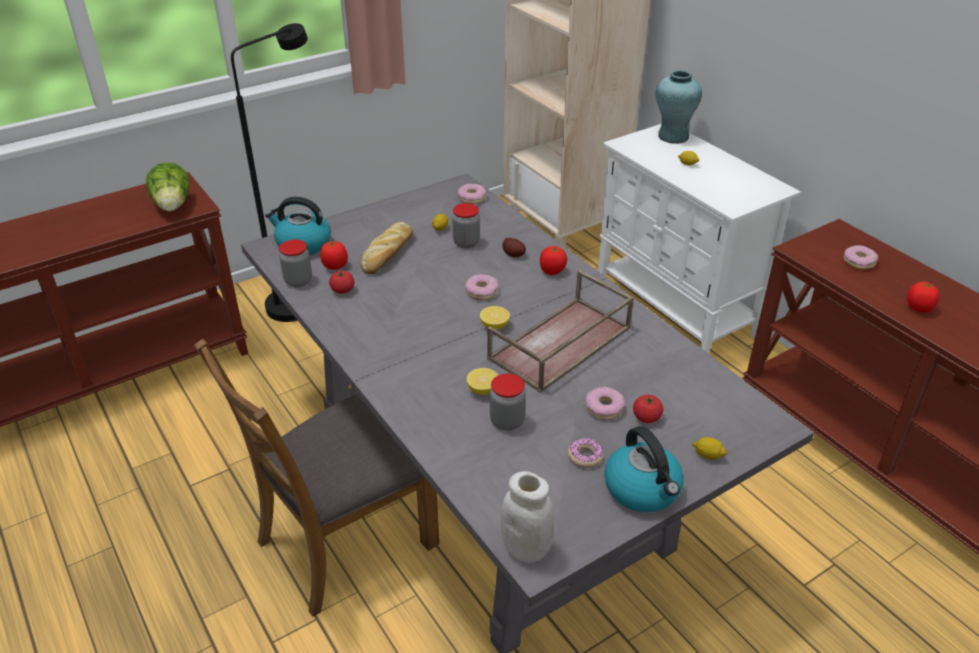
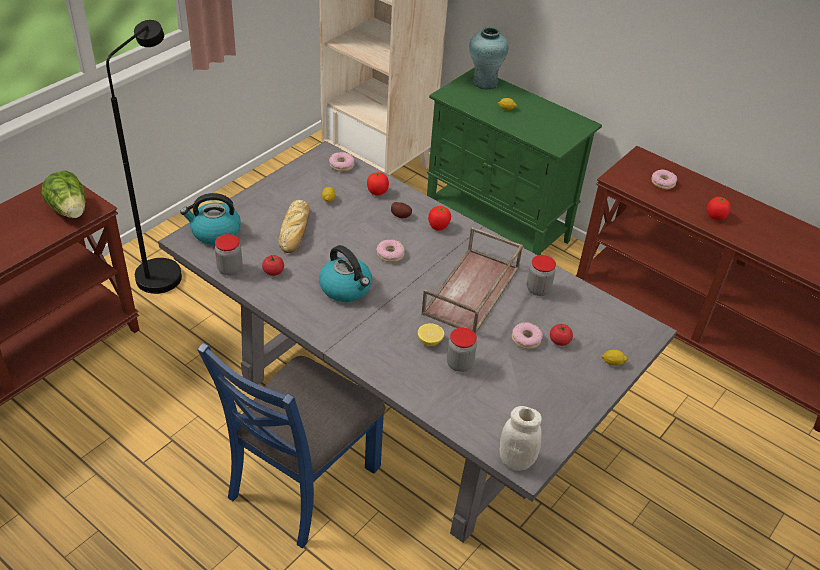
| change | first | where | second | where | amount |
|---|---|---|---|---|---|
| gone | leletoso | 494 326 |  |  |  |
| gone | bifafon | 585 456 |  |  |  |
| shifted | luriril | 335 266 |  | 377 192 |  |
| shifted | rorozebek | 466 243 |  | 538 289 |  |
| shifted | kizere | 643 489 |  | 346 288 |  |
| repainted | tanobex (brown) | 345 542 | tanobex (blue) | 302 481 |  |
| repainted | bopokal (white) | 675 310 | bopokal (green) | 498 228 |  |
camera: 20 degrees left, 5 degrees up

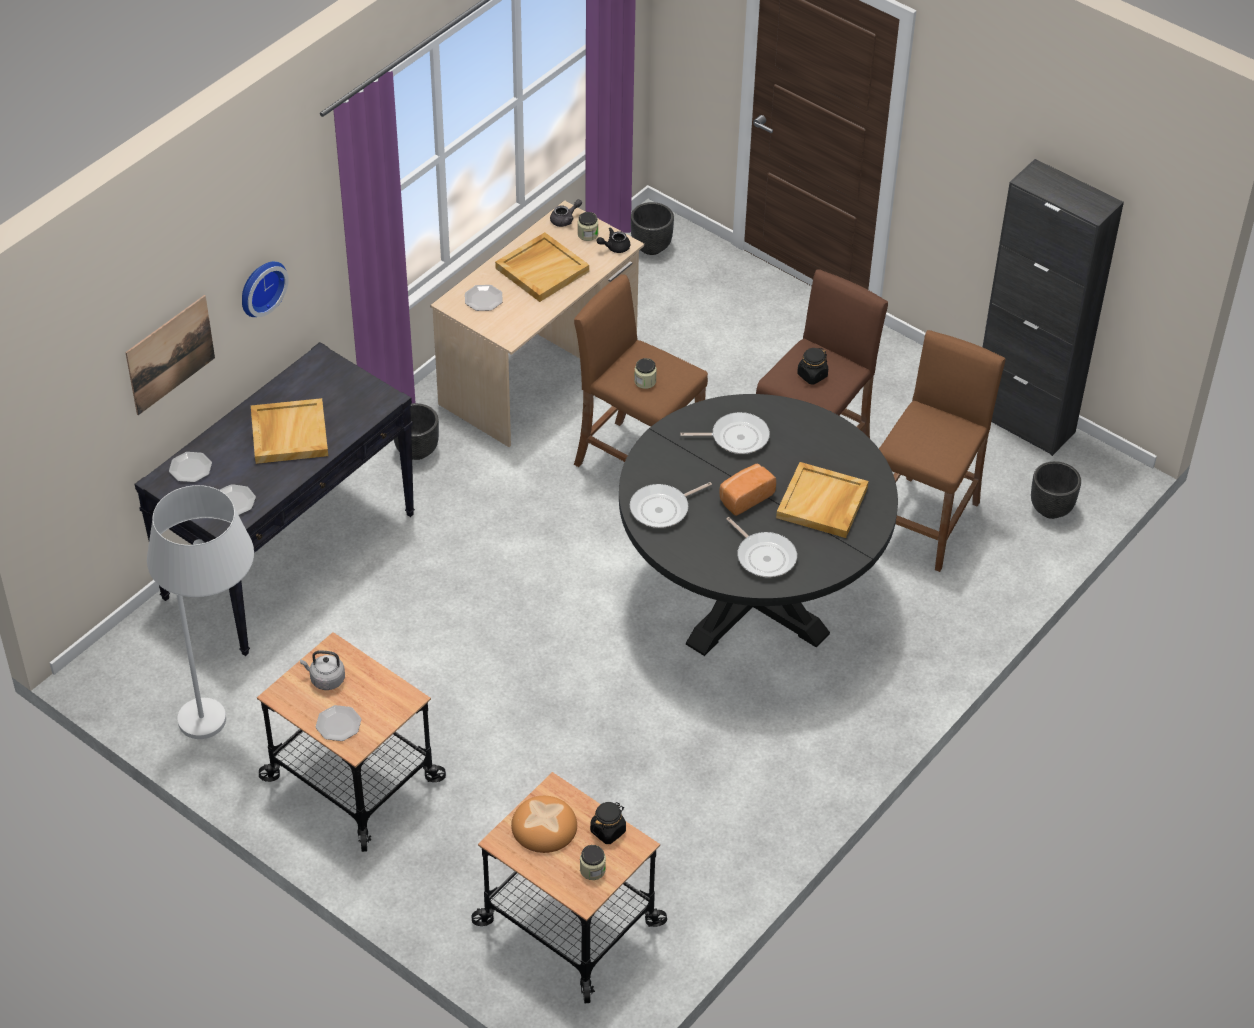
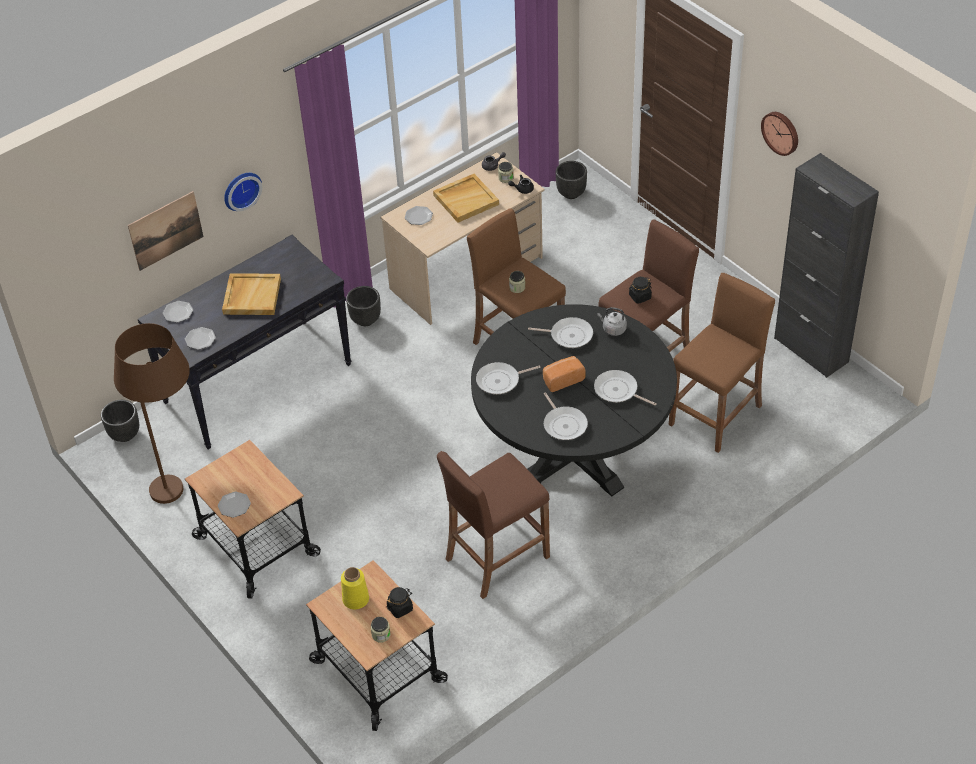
| change | first | where | second | where | amount |
|---|---|---|---|---|---|
| new |  |  | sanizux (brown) | 496 558 |  |
| new |  |  | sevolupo | 781 132 |  |
| shifted | kizere (grey) | 325 679 |  | 613 329 |  |
| shifted | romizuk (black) | 1051 509 |  | 125 435 |  |
| swapped | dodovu | 545 827 | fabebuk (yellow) | 356 599 |  |
| swapped | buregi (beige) | 822 503 | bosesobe | 618 391 |  |
| repainted | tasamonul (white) | 228 722 | tasamonul (brown) | 183 494 |  |
camera: 15 degrees right, 0 degrees up

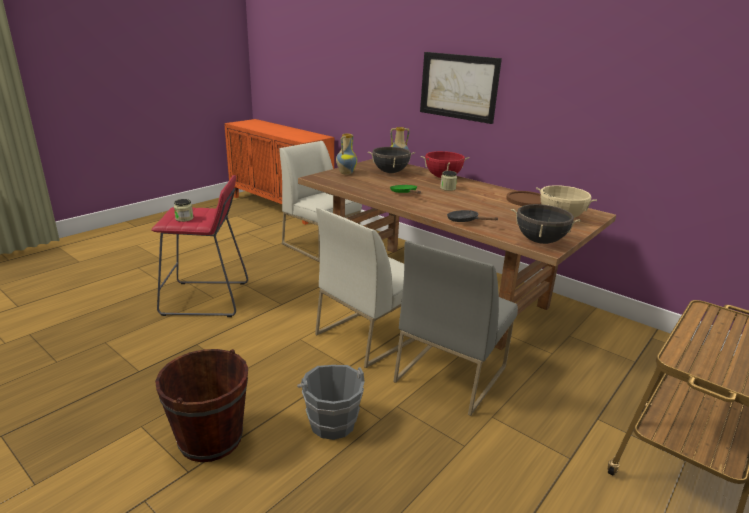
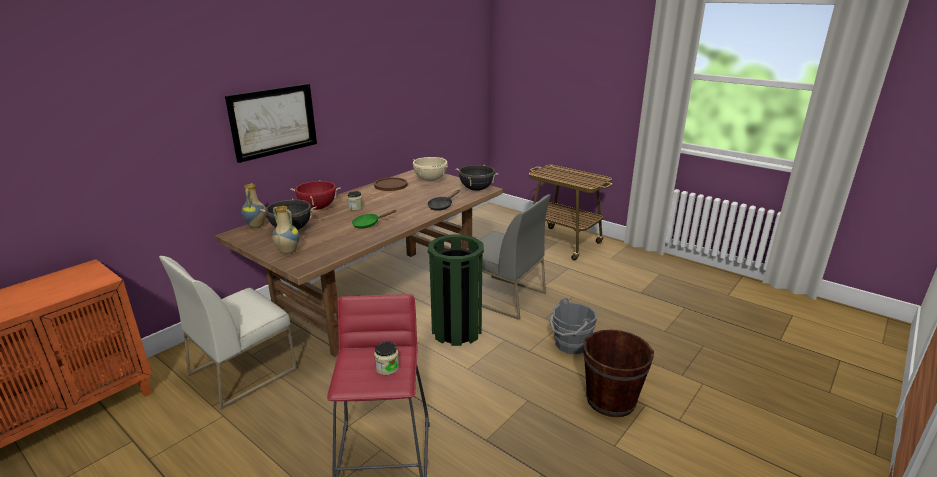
| change | first | where | second | where | amount |
|---|---|---|---|---|---|
| swapped | tanobex (white) | 369 334 | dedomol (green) | 456 331 |  |
camera: 90 degrees left, 0 degrees up

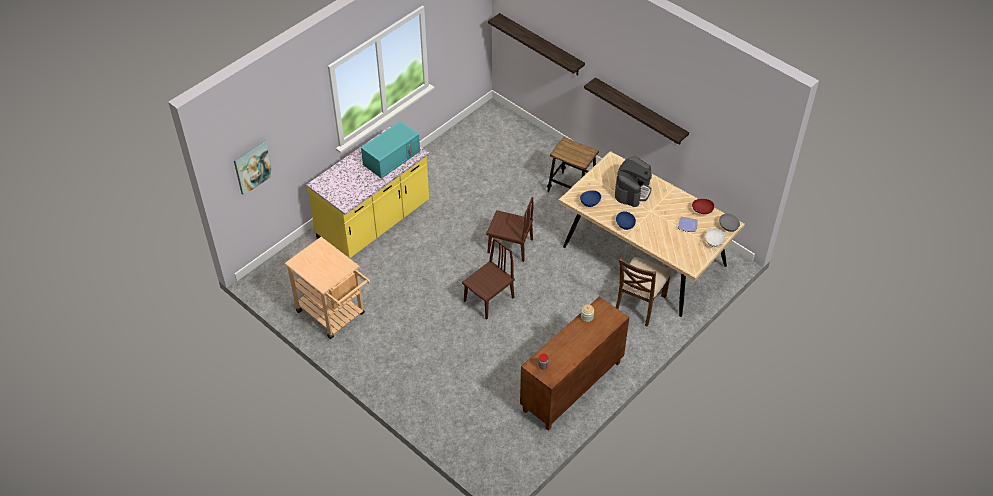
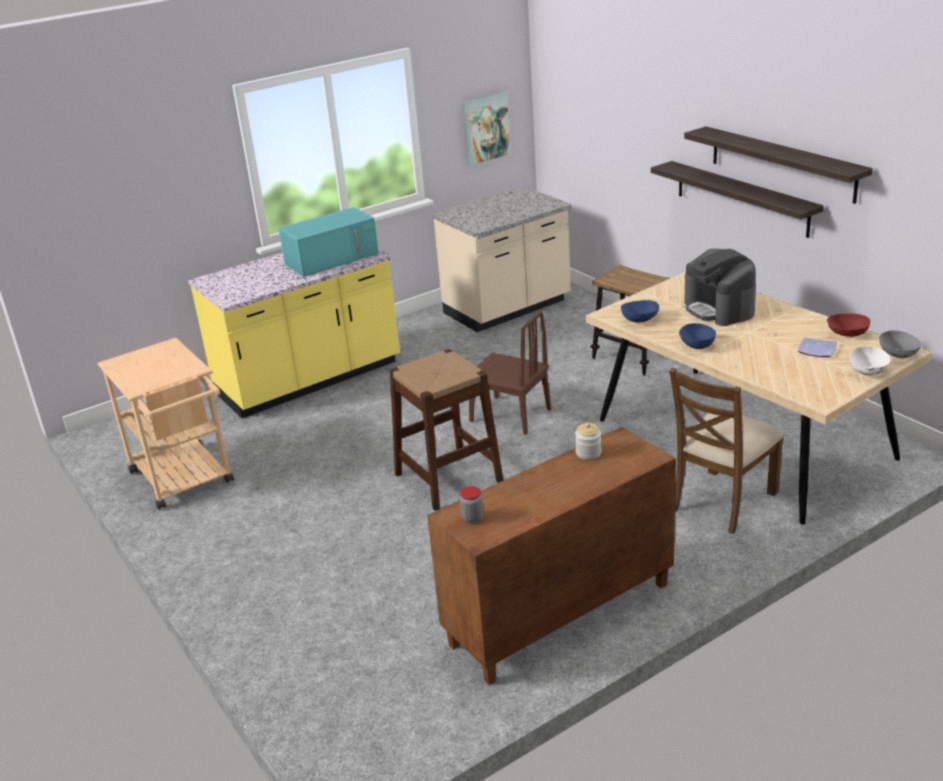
| change | first | where | second | where | amount |
|---|---|---|---|---|---|
| new |  |  | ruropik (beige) | 508 308 |  |
| shifted | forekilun | 252 167 |  | 485 128 |  |
| shifted | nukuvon | 541 45 |  | 782 164 |  |
| swapped | tanobex (brown) | 489 299 | sanizux (brown) | 448 477 |  |
| rotated | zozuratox | 632 190 |  | 719 309 | 120 degrees clockwise |
camera: 15 degrees right, 20 degrees down

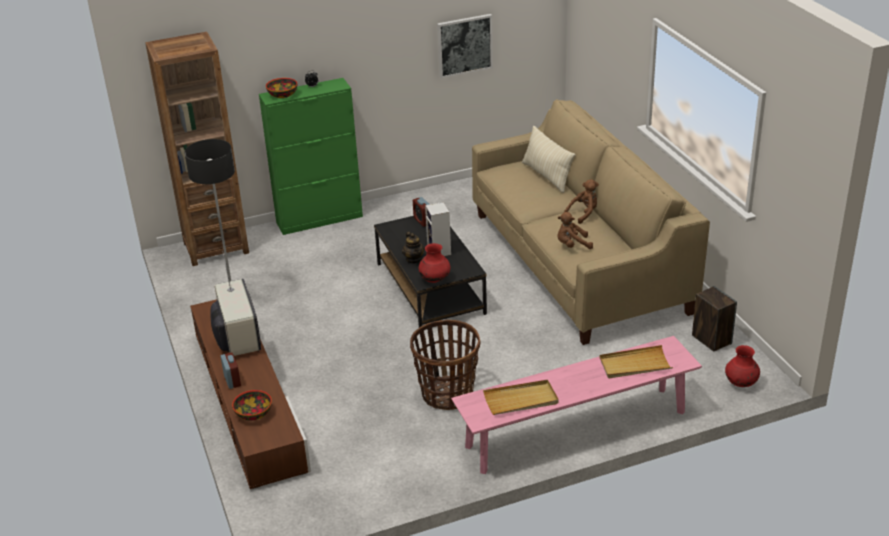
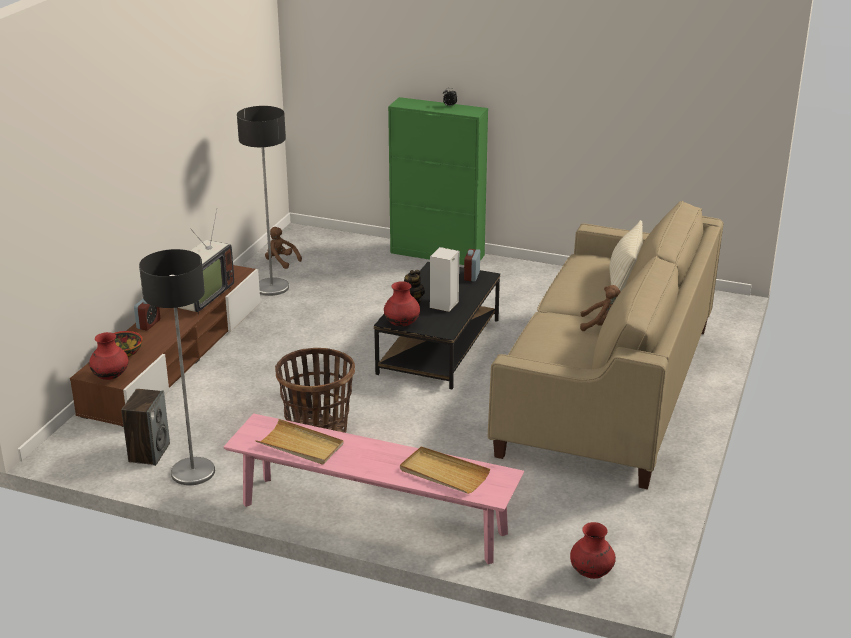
| change | first | where | second | where | amount |
|---|---|---|---|---|---|
| gone | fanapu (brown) | 216 247 |  |  |  |
| gone | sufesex | 283 95 |  |  |  |
| gone | forekilun | 464 45 |  |  |  |
| new |  |  | fabebuk (red) | 111 376 |  |
| new |  |  | tasamonul | 192 472 |  |
| shifted | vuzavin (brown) | 572 245 |  | 281 262 |  |
| shifted | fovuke | 711 339 |  | 149 452 |  |
camera: 40 degrees right, 5 degrees down

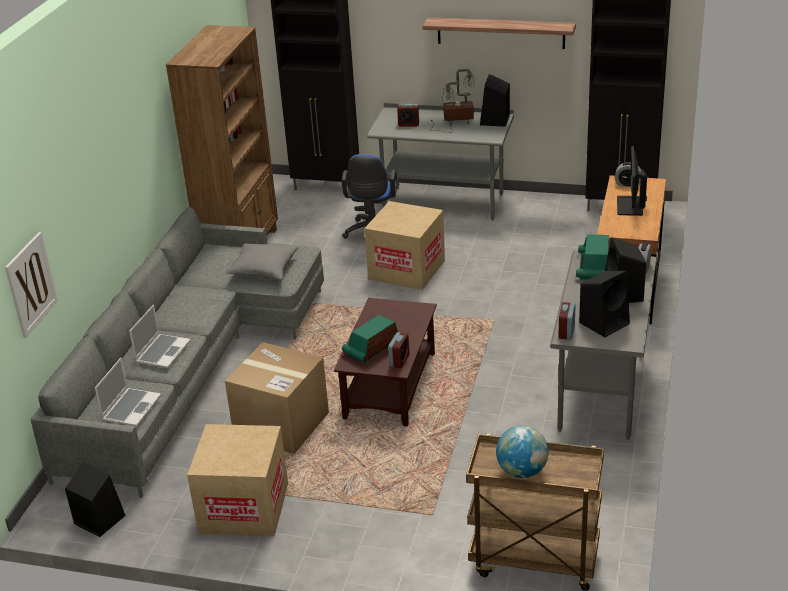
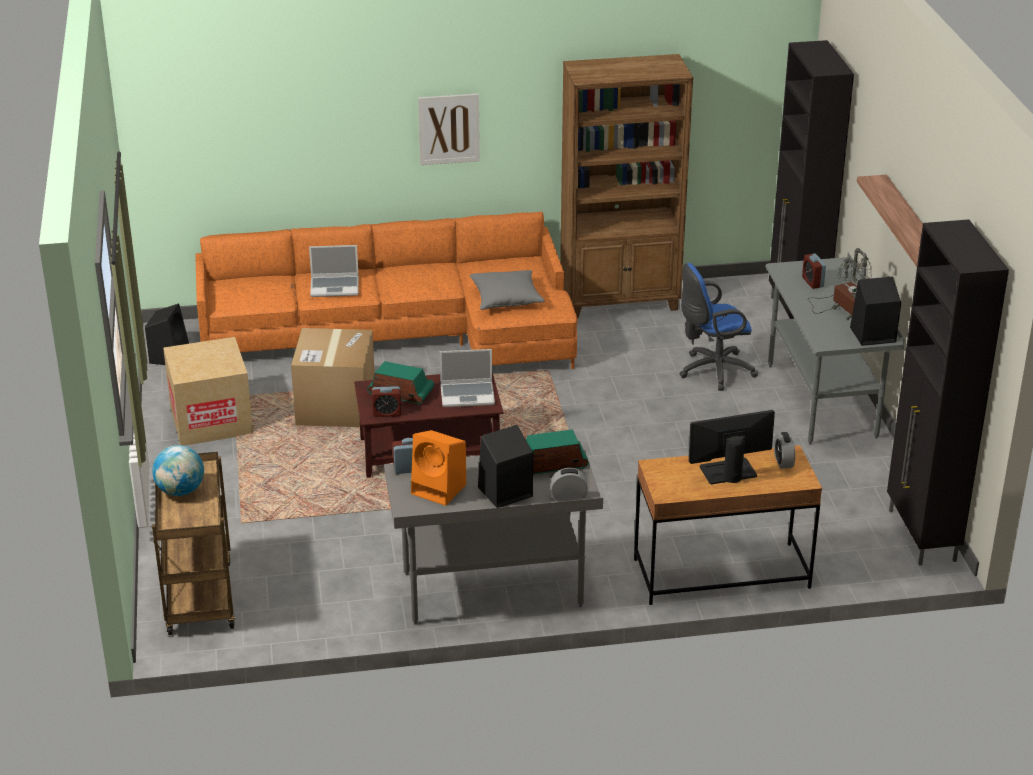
| change | first | where | second | where | amount |
|---|---|---|---|---|---|
| gone | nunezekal | 406 270 |  |  |  |
| shifted | forekilun | 31 284 |  | 449 129 |  |
| shifted | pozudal | 131 408 |  | 468 395 |  |
| repainted | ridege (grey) | 190 366 | ridege (orange) | 401 334 |  |
| repainted | fovuke (black) | 604 322 | fovuke (orange) | 440 489 |  |
camera: 65 degrees right, 0 degrees up

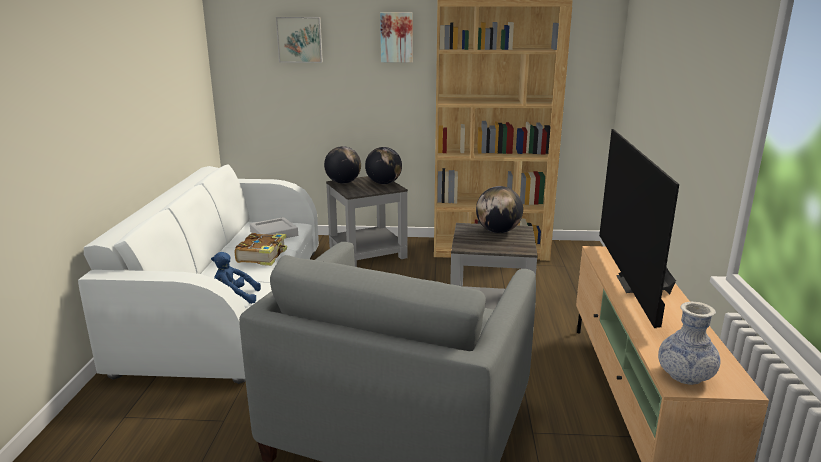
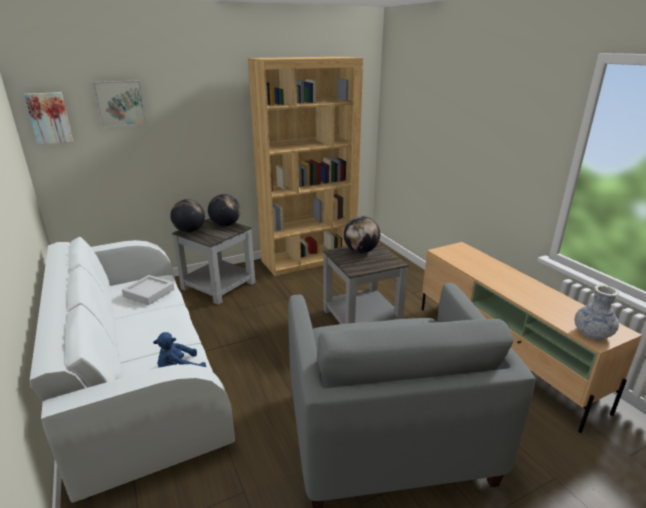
| change | first | where | second | where | amount |
|---|---|---|---|---|---|
| gone | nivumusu | 263 256 |  |  |  |
| gone | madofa | 635 284 |  |  |  |
| shifted | forekilun | 396 37 |  | 49 118 |  |
camera: 30 degrees left, 5 degrees up

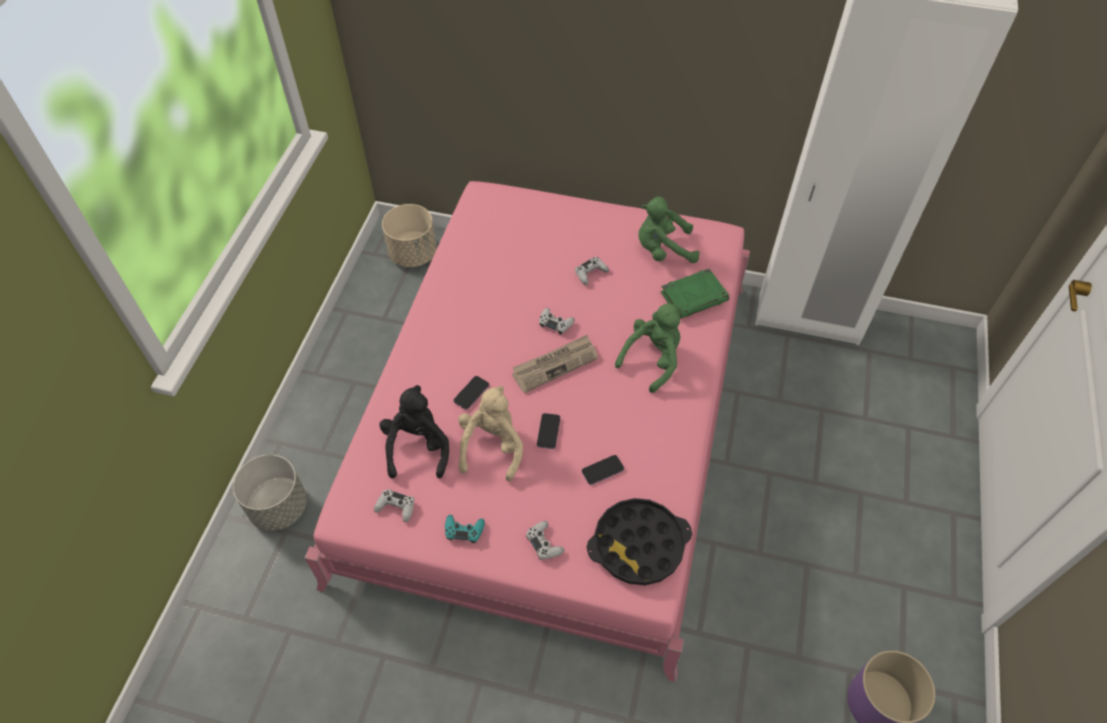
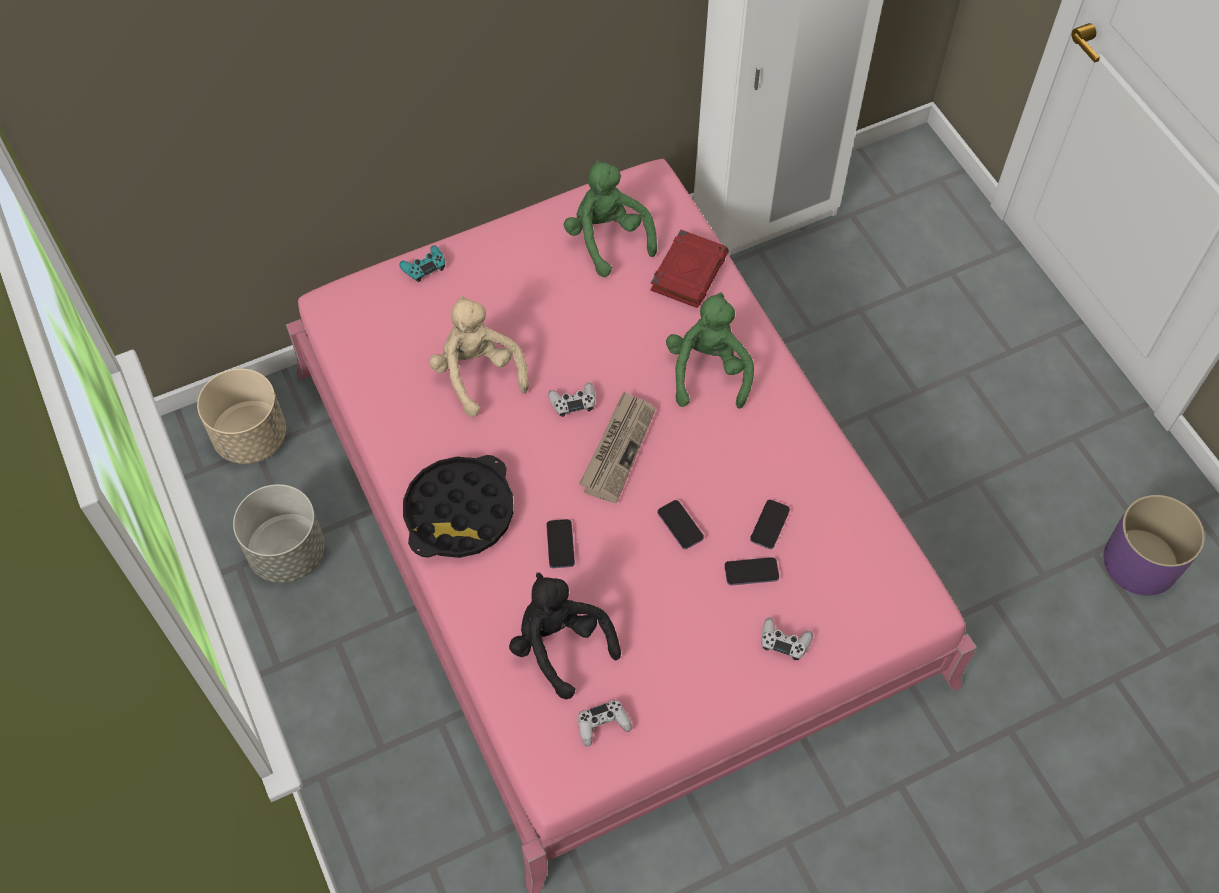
| change | first | where | second | where | amount |
|---|---|---|---|---|---|
| gone | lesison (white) | 590 273 |  |  |  |
| new |  |  | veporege | 751 572 |  |
| shifted | romizuk (grey) | 278 507 |  | 287 553 |  |
| shifted | lesison (turquoise) | 464 531 |  | 424 267 |  |
| shifted | vuzavin (beige) | 492 446 |  | 478 374 |  |
| shifted | buregi (black) | 638 545 |  | 459 512 |  |
| repainted | nivumusu (green) | 694 296 | nivumusu (red) | 689 272 |  |
| rotated | vuzavin (green) | 663 249 |  | 607 239 | 105 degrees clockwise |
camera: 40 degrees left, 5 degrees up

